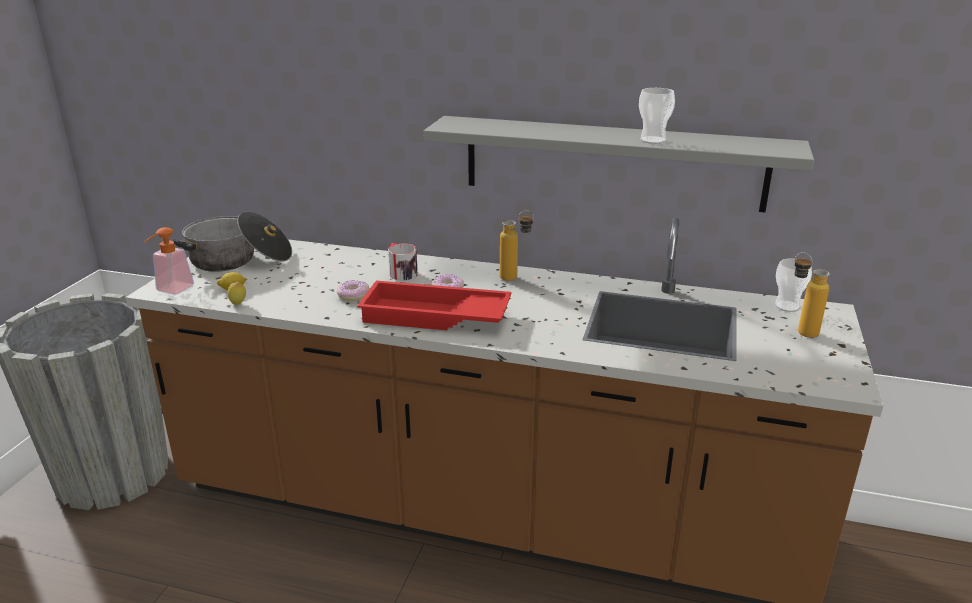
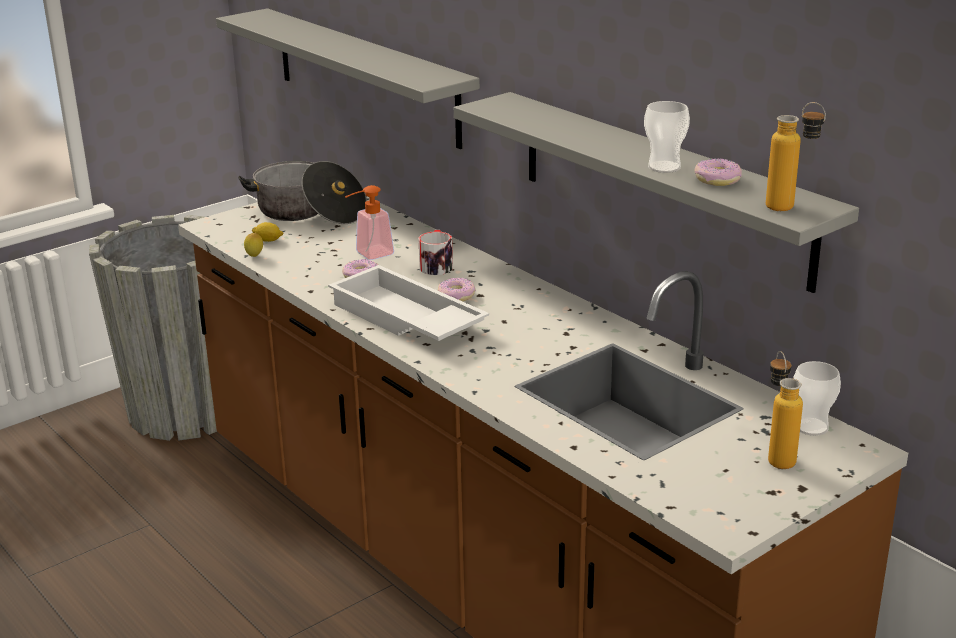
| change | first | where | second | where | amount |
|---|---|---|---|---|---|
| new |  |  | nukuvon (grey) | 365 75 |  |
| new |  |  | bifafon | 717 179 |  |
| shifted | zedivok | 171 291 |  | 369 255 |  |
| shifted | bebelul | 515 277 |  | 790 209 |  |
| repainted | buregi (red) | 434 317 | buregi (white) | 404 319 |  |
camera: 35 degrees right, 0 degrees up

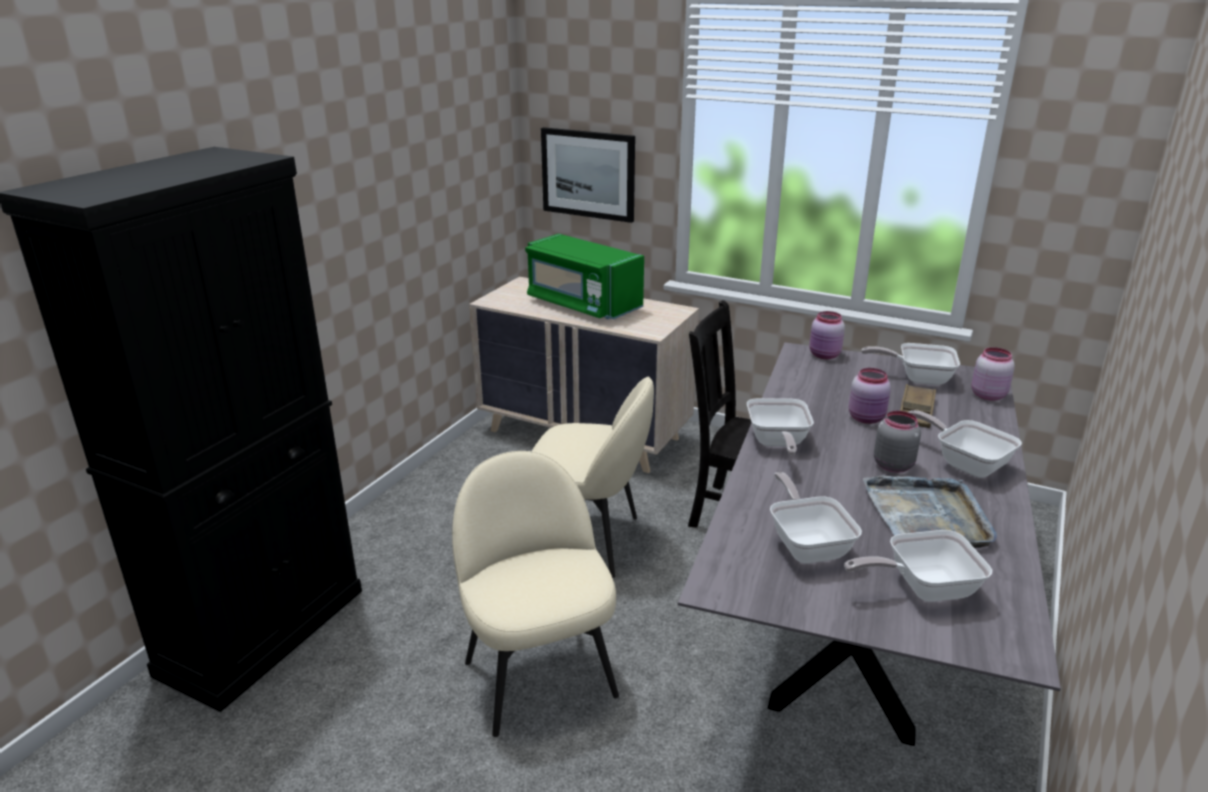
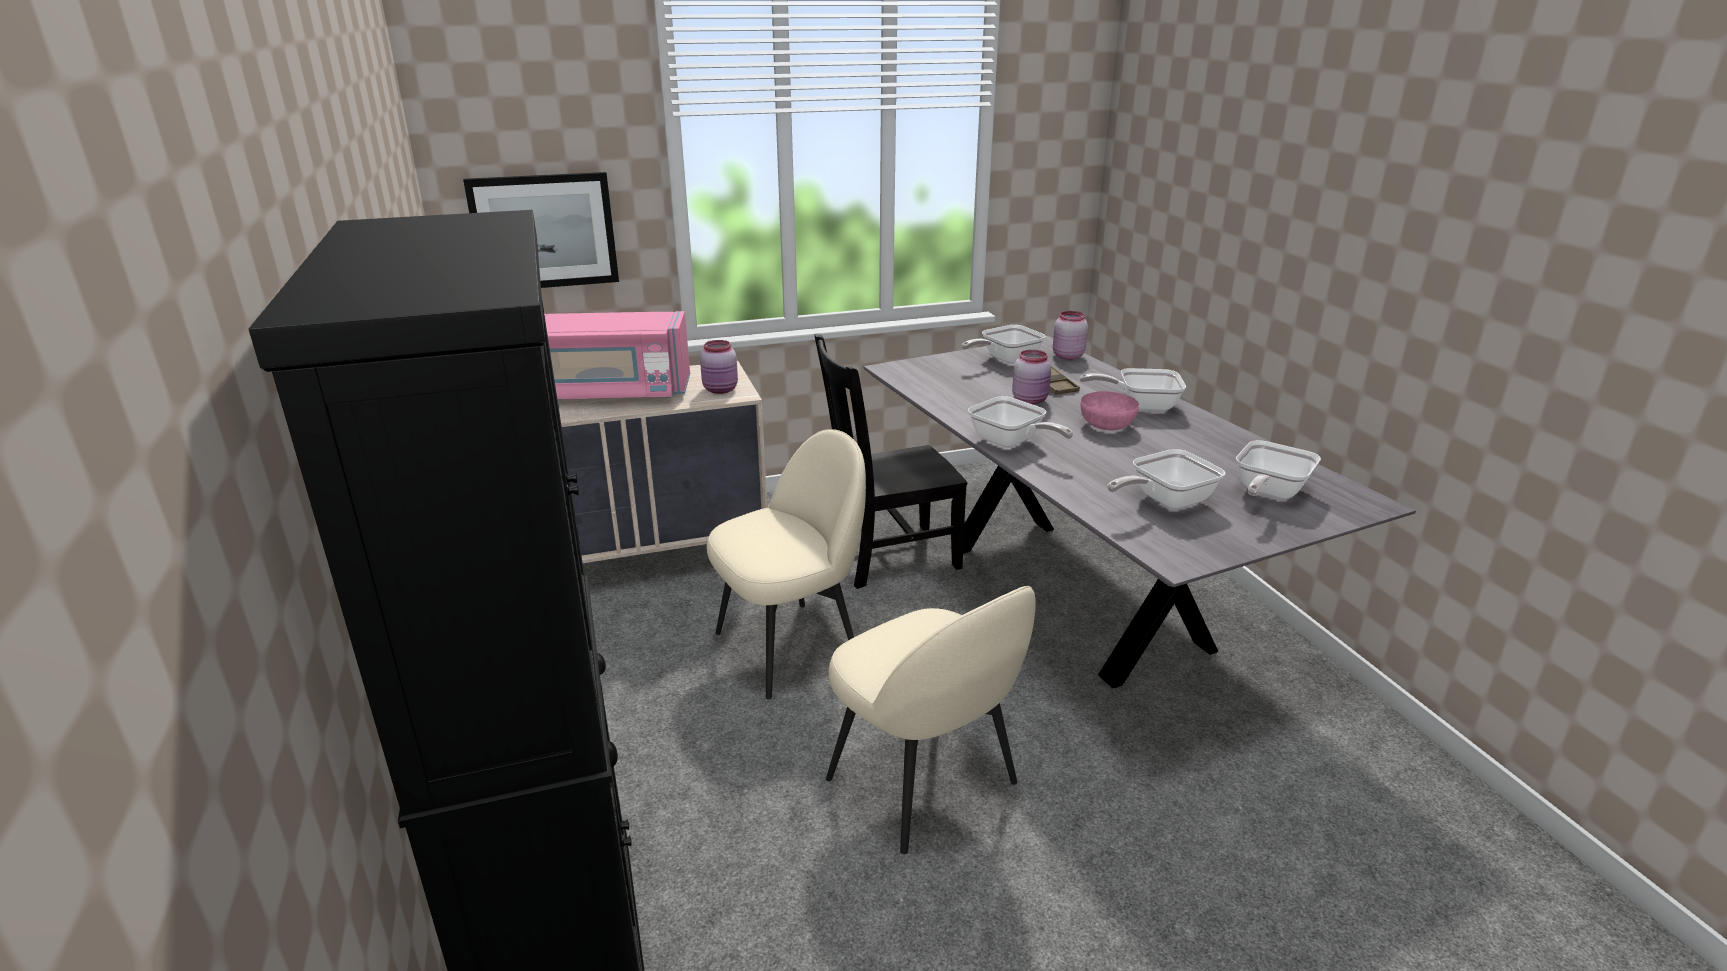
| change | first | where | second | where | amount |
|---|---|---|---|---|---|
| gone | buregi (grey) | 928 516 |  |  |  |
| shifted | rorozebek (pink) | 824 355 |  | 721 390 |  |
| swapped | rorozebek (grey) | 892 465 | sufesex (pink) | 1106 425 |  |
| repainted | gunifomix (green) | 582 304 | gunifomix (pink) | 614 392 |  |
| rotated | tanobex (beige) | 538 675 |  | 925 784 | 150 degrees counterclockwise |
| rotated | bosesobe | 807 544 |  | 1165 501 | 60 degrees counterclockwise |
camera: 45 degrees left, 0 degrees up

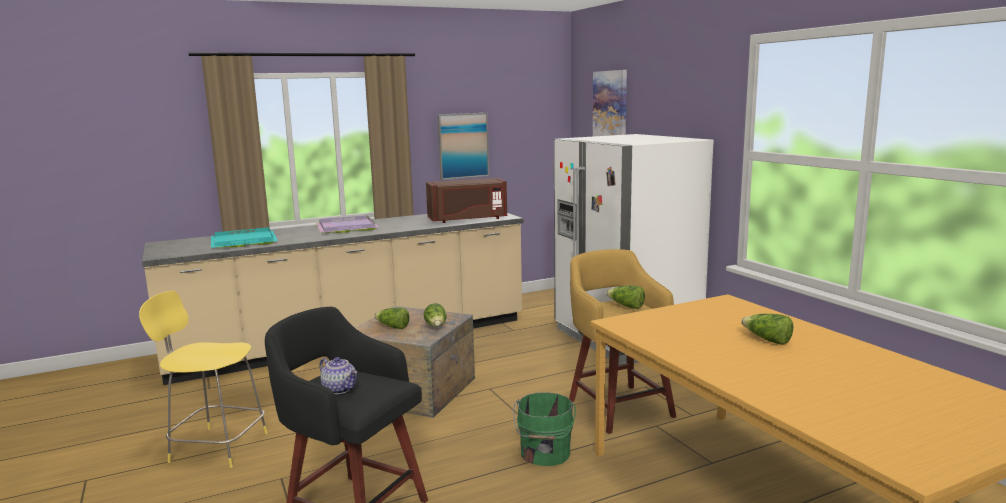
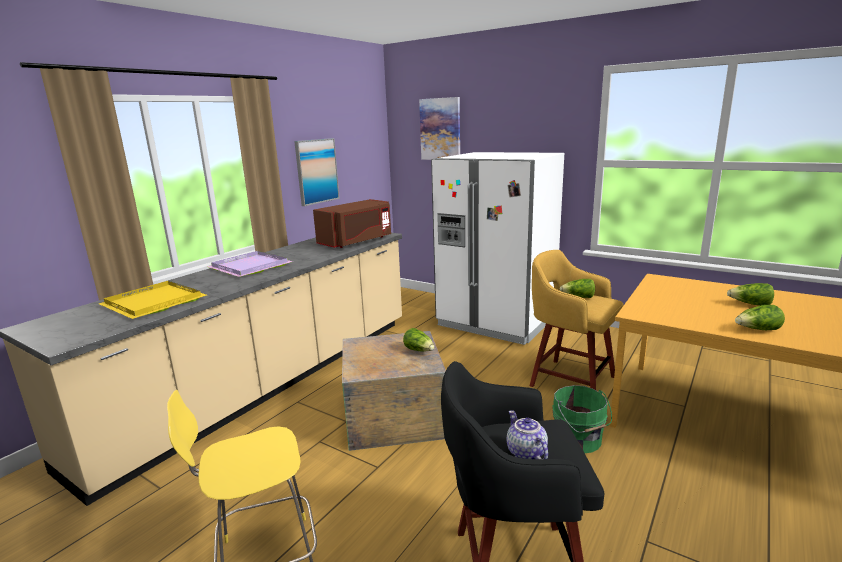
| change | first | where | second | where | amount |
|---|---|---|---|---|---|
| shifted | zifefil | 393 327 |  | 757 330 |  |
| repainted | buregi (turquoise) | 242 241 | buregi (yellow) | 152 302 |  |
| rotated | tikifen | 340 389 |  | 525 453 | 120 degrees counterclockwise |
camera: 30 degrees left, 5 degrees up

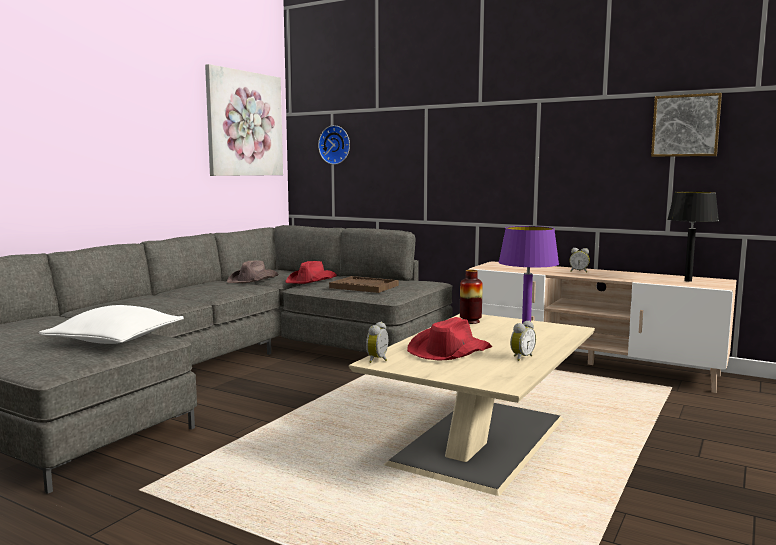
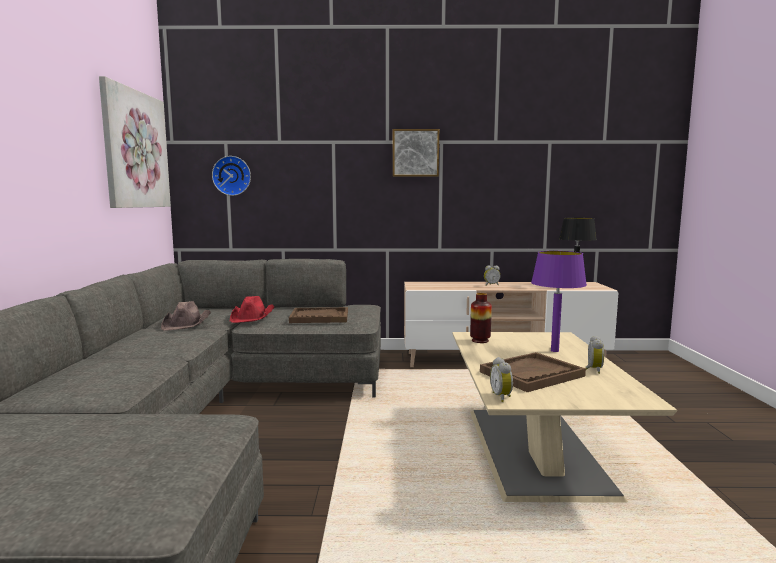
| change | first | where | second | where | amount |
|---|---|---|---|---|---|
| gone | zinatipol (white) | 116 340 |  |  |  |
| shifted | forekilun | 686 126 |  | 415 153 |  |
| swapped | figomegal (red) | 449 351 | buregi (brown) | 531 374 |  |
camera: 30 degrees left, 0 degrees up

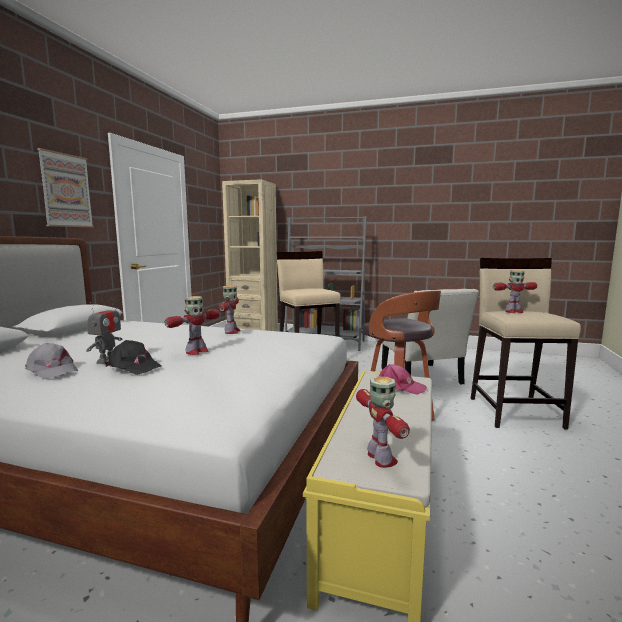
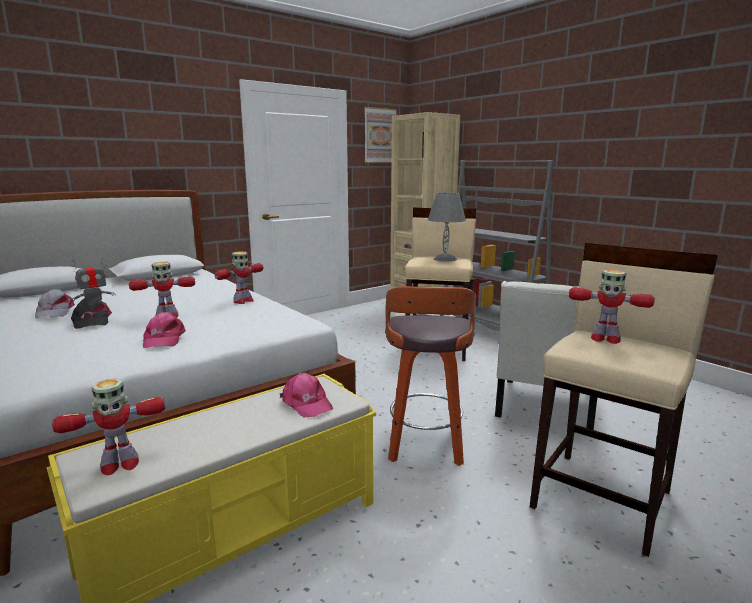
| change | first | where | second | where | amount |
|---|---|---|---|---|---|
| new |  |  | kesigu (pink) | 163 339 |  |
| new |  |  | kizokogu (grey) | 445 259 |  |
| shifted | forekilun | 66 190 |  | 379 135 |  |
| rotated | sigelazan | 381 459 |  | 119 465 | 45 degrees clockwise |
camera: 35 degrees right, 5 degrees up

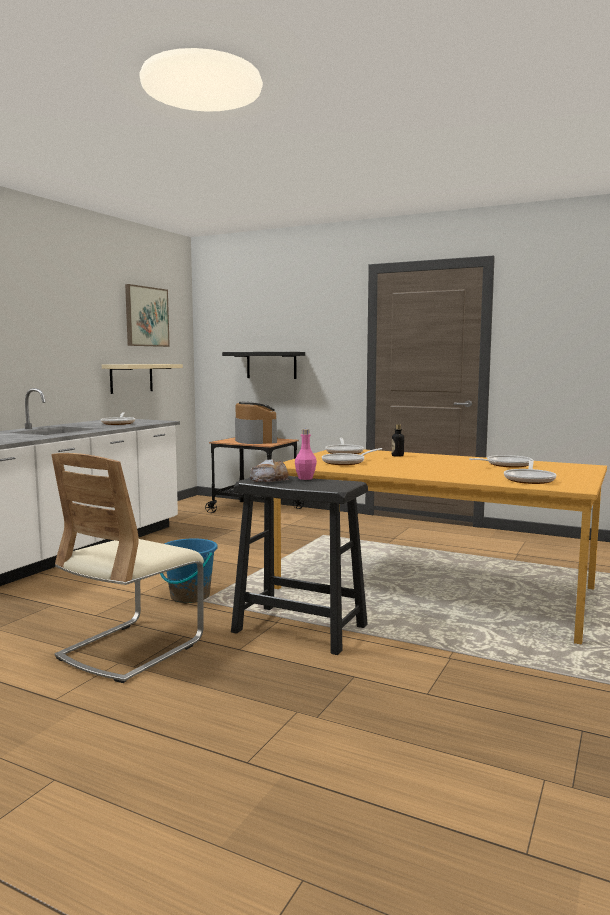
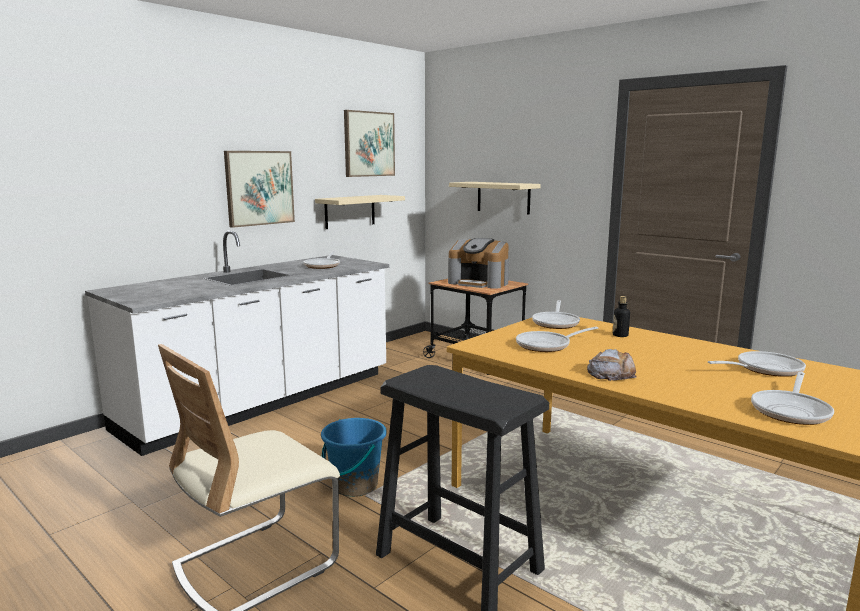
| change | first | where | second | where | amount |
|---|---|---|---|---|---|
| gone | bebelul (pink) | 305 478 |  |  |  |
| new |  |  | forekilun | 259 188 |  |
| shifted | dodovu | 269 479 |  | 611 373 |  |
| repainted | nukuvon (black) | 271 365 | nukuvon (beige) | 503 197 |  |
| rotated | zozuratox | 255 440 |  | 479 283 | 120 degrees clockwise |
camera: 15 degrees right, 5 degrees up

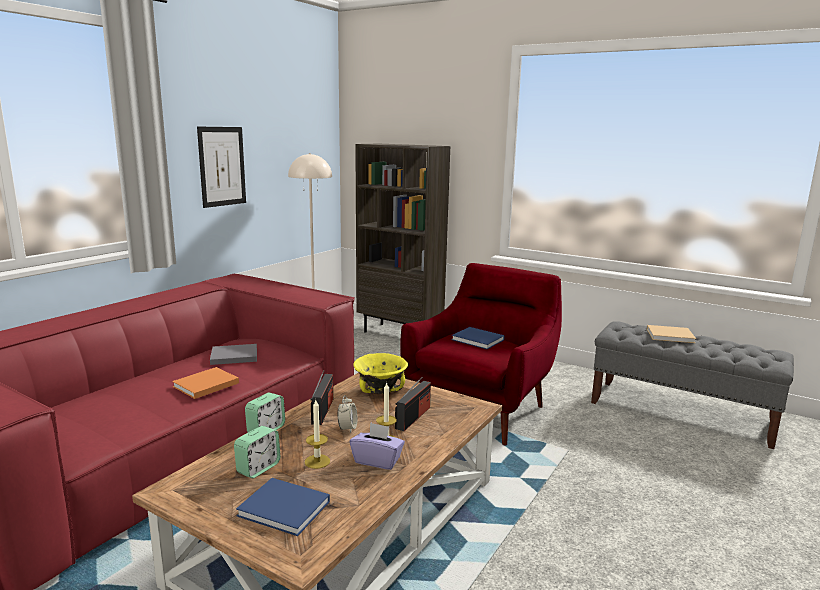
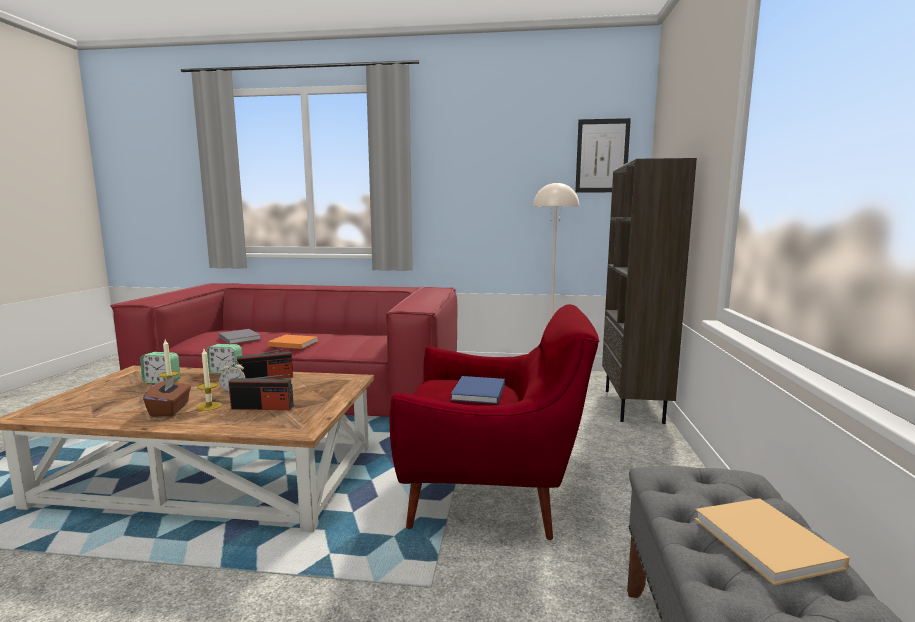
| change | first | where | second | where | amount |
|---|---|---|---|---|---|
| gone | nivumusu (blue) | 286 509 |  |  |  |
| gone | sufesex (yellow) | 380 389 |  |  |  |
| shifted | forekilun | 222 166 |  | 602 156 |  |
| shifted | nivumusu (grey) | 232 356 |  | 239 338 |  |
| repainted | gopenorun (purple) | 377 460 | gopenorun (brown) | 170 410 |  |
camera: 65 degrees right, 5 degrees down

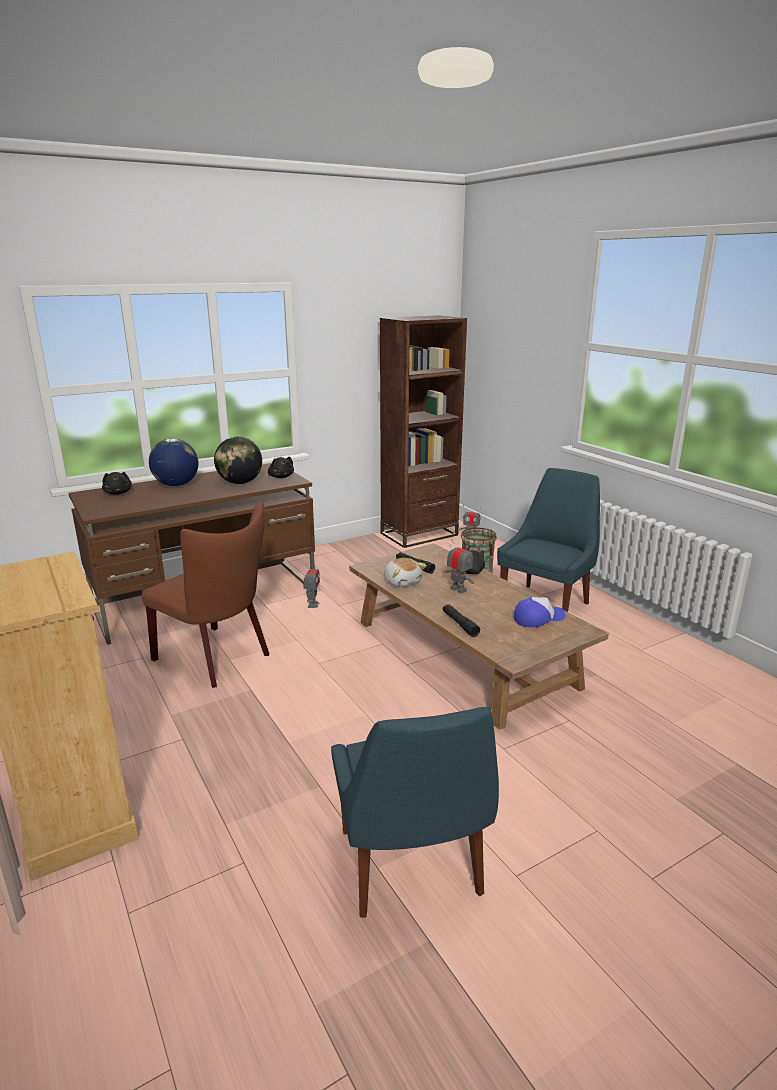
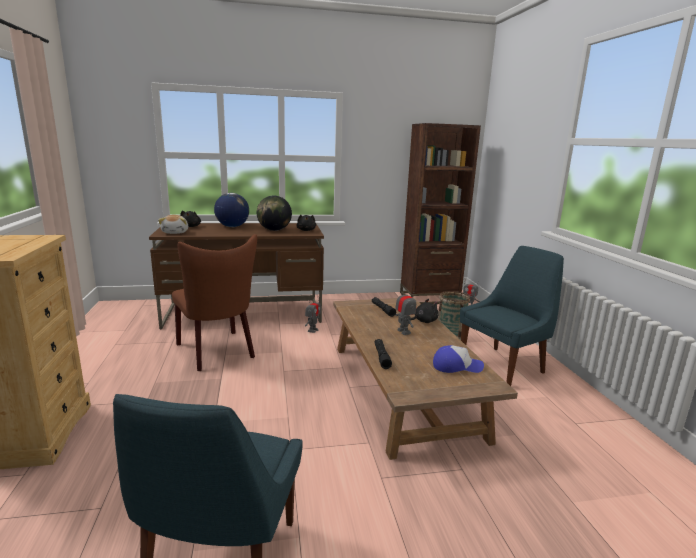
| change | first | where | second | where | amount |
|---|---|---|---|---|---|
| shifted | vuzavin | 402 581 |  | 175 232 |  |
camera: 20 degrees right, 5 degrees down

